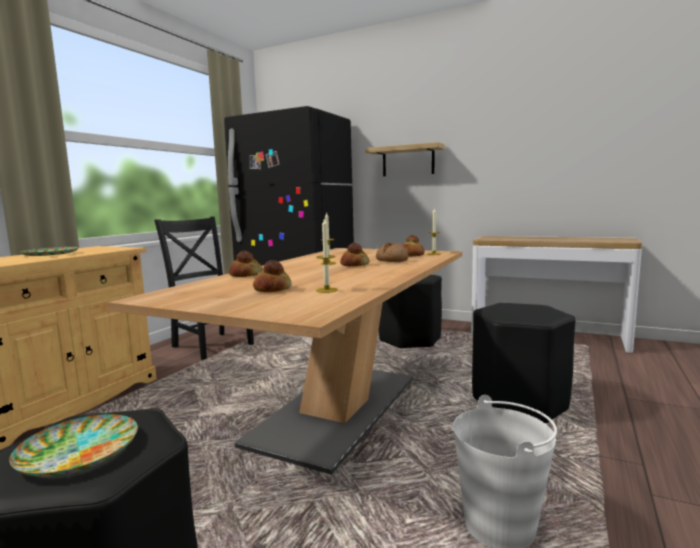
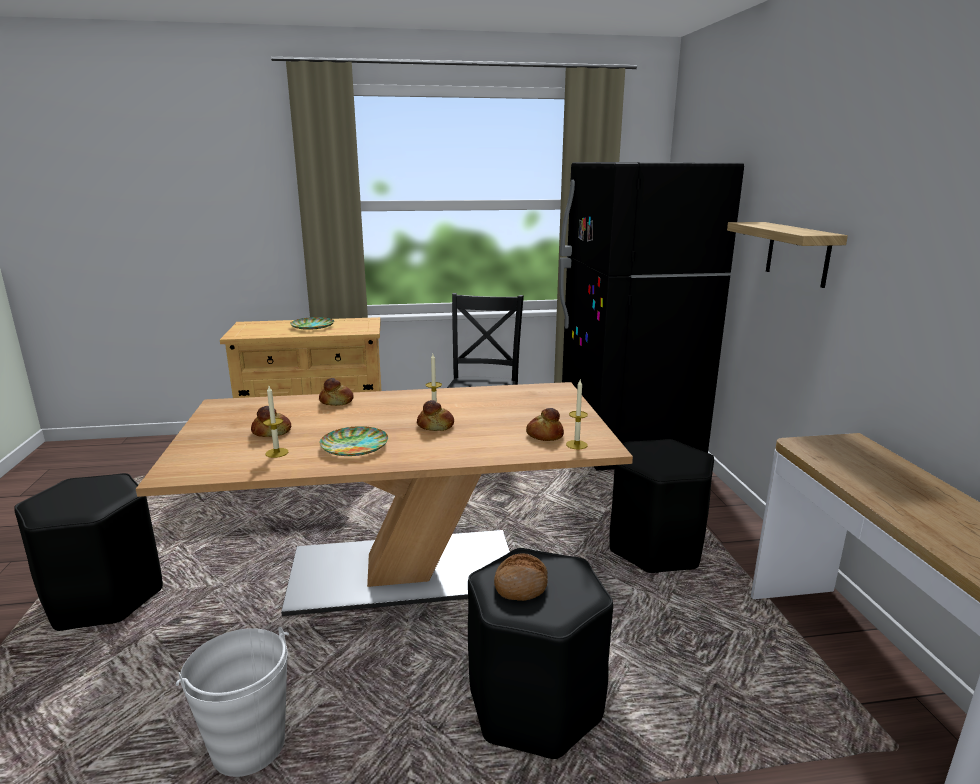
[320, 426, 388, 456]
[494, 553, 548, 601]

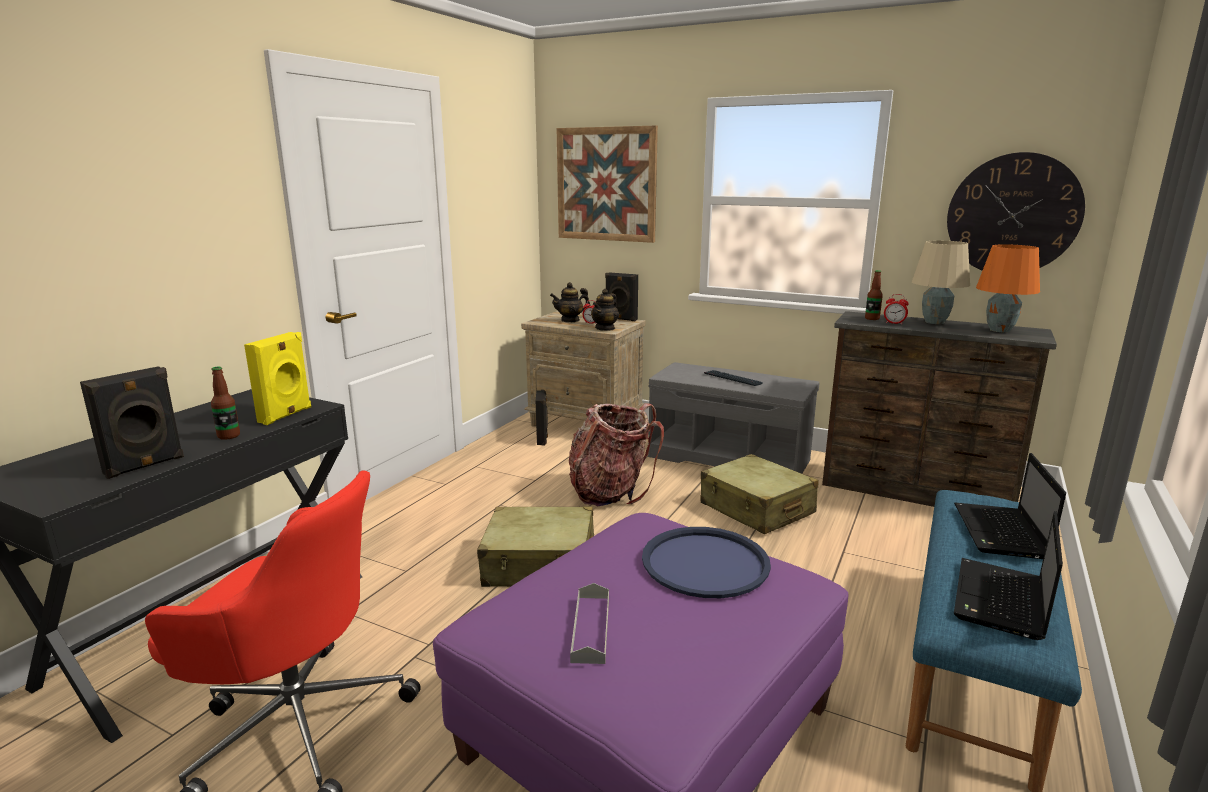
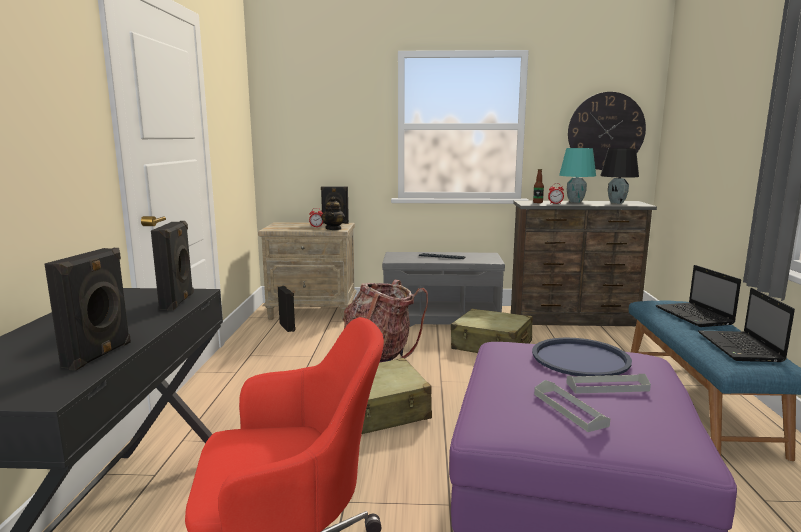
[151, 221, 194, 311]
[559, 148, 596, 203]
[566, 374, 651, 394]
[600, 148, 639, 204]
[211, 366, 240, 440] (first image)
[550, 282, 590, 322] (first image)
[557, 126, 658, 243] (first image)

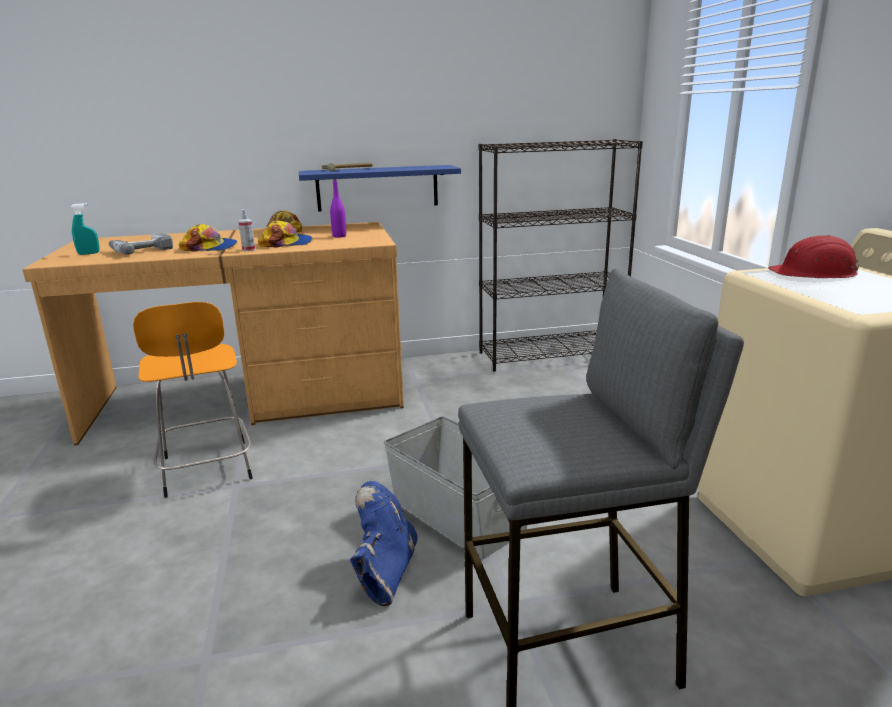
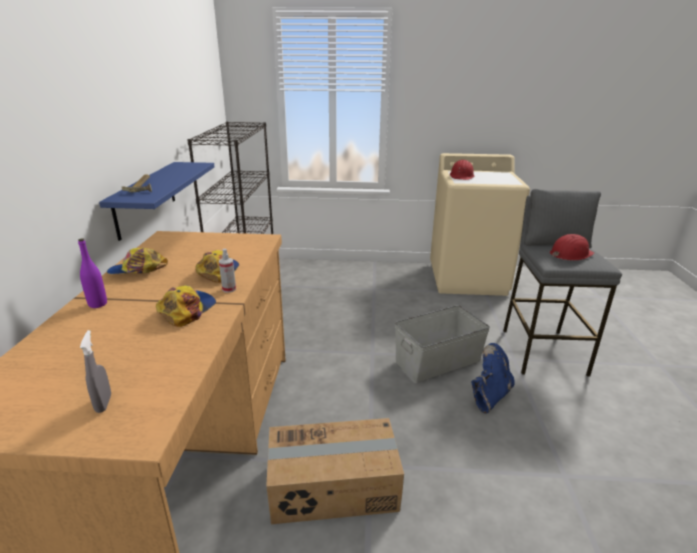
[78, 238, 107, 308]
[80, 330, 111, 413]
[266, 418, 404, 524]
[471, 343, 515, 414]
[550, 234, 595, 260]
[109, 233, 173, 255] (first image)

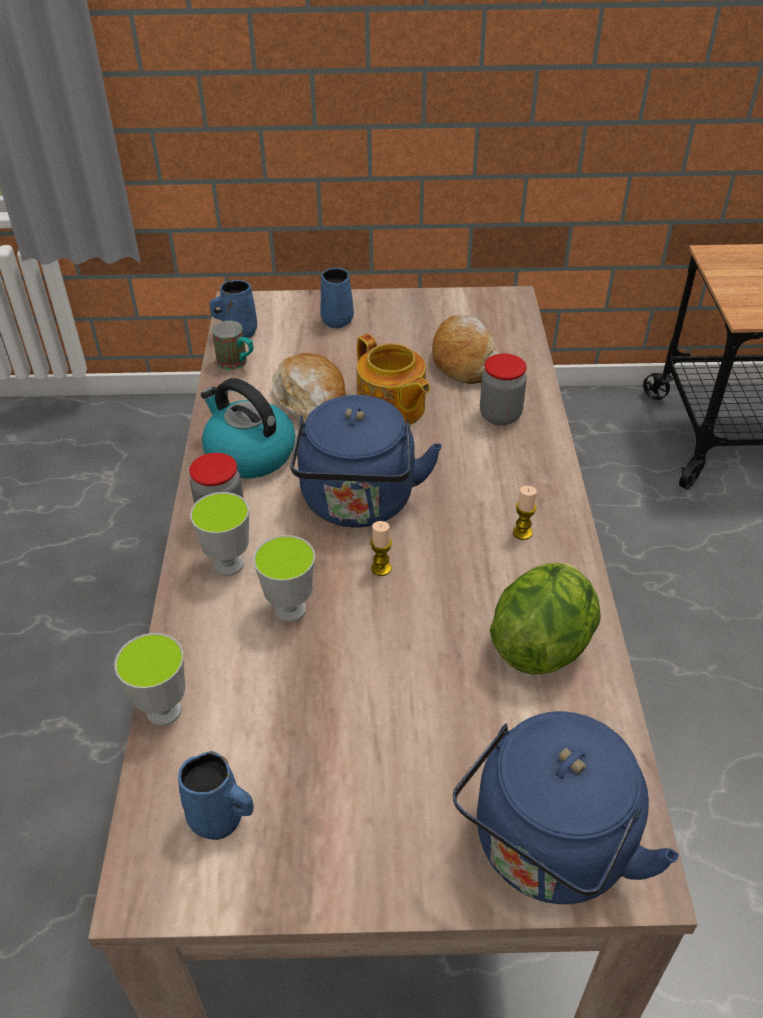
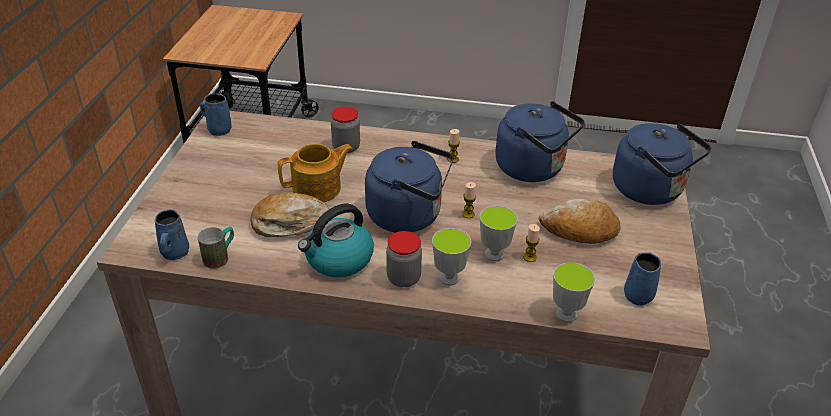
[200, 93, 232, 136]
[495, 101, 585, 182]
[523, 224, 540, 262]
[538, 199, 620, 244]

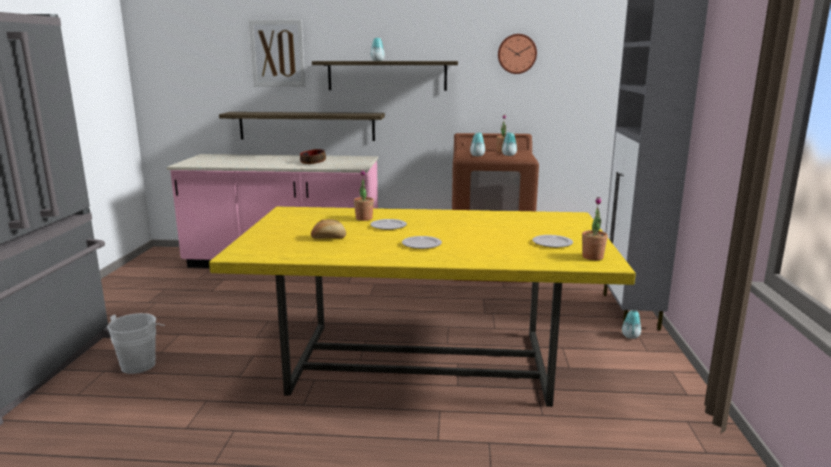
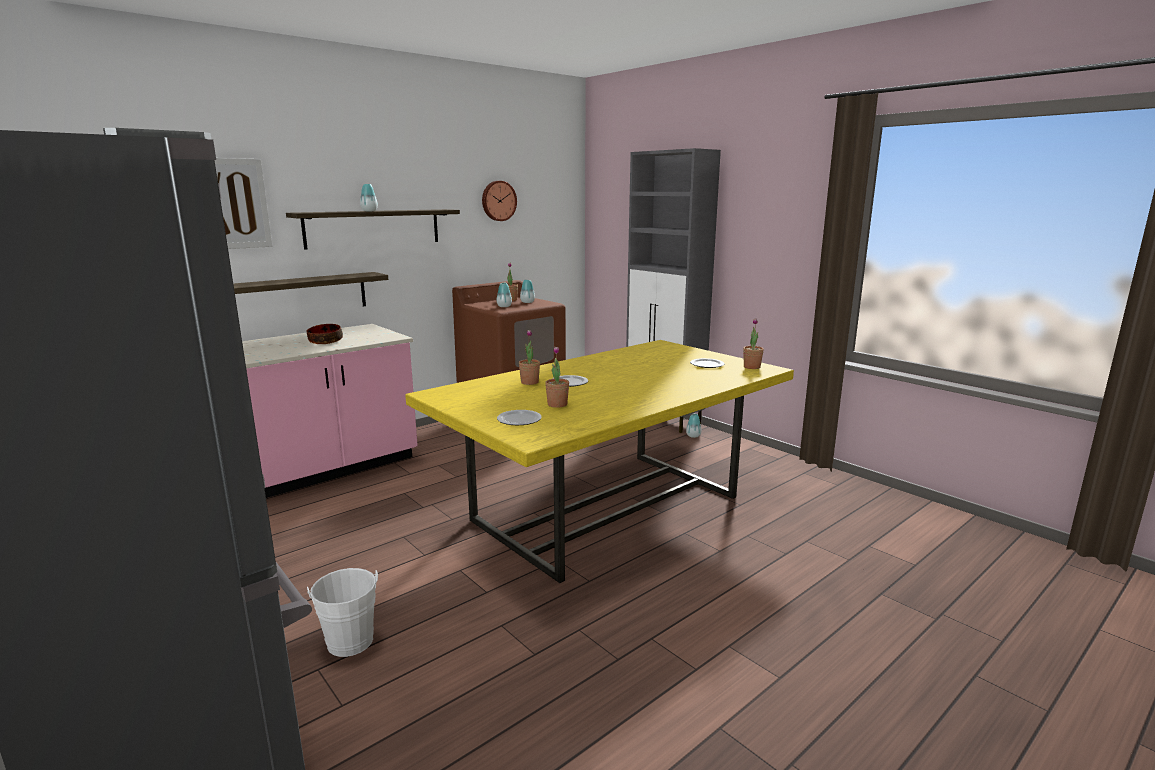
[497, 410, 542, 425]
[545, 346, 569, 408]

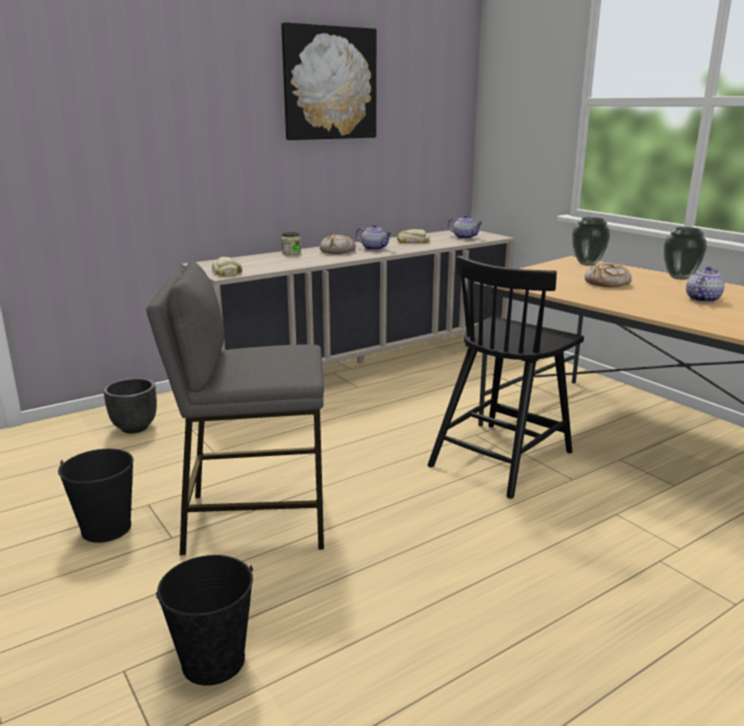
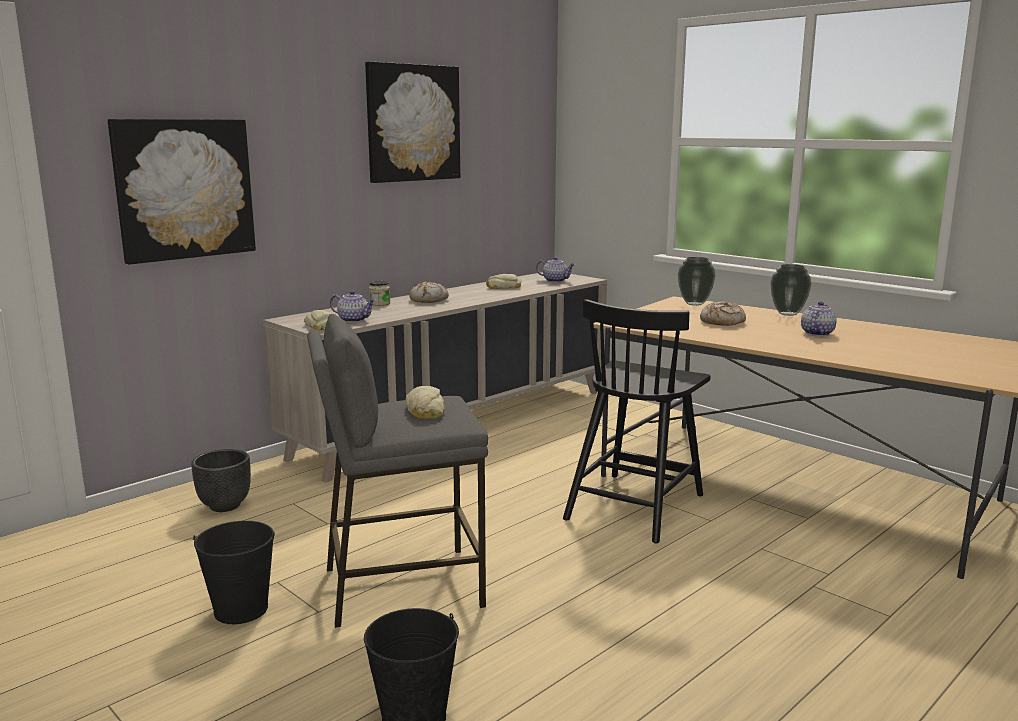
[108, 119, 256, 265]
[330, 290, 375, 323]
[405, 386, 445, 419]

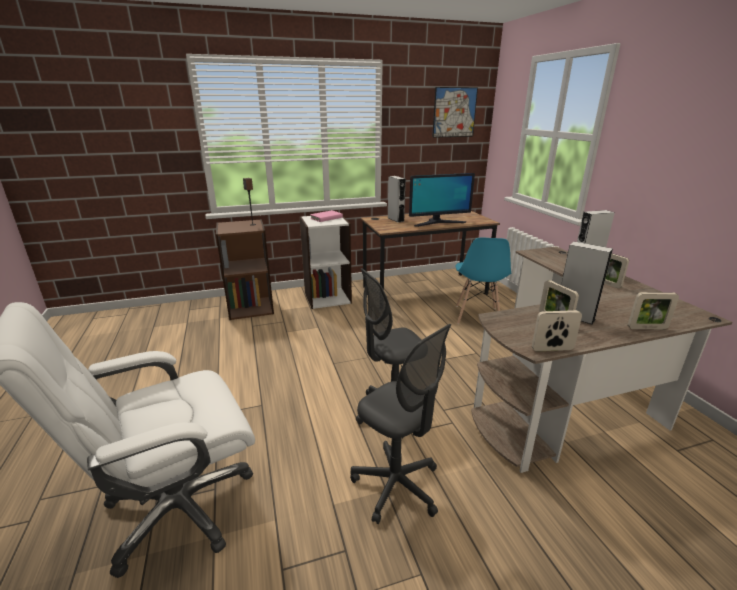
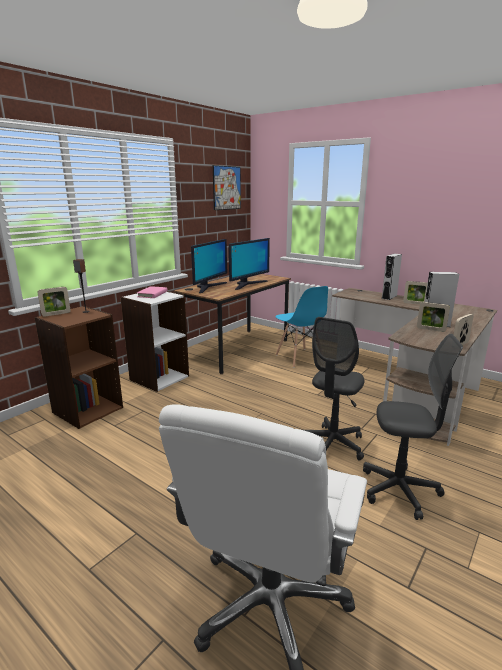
[37, 287, 71, 317]
[191, 239, 227, 293]

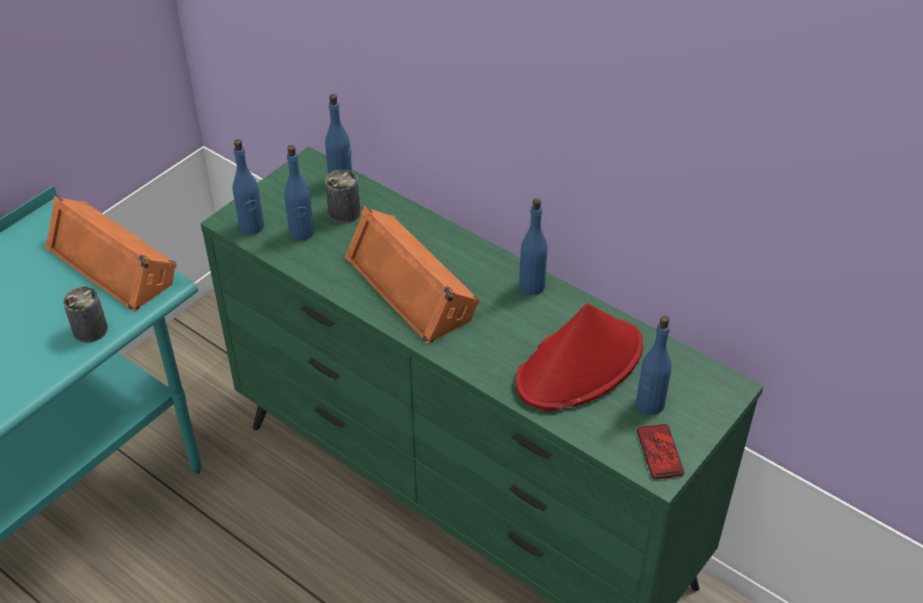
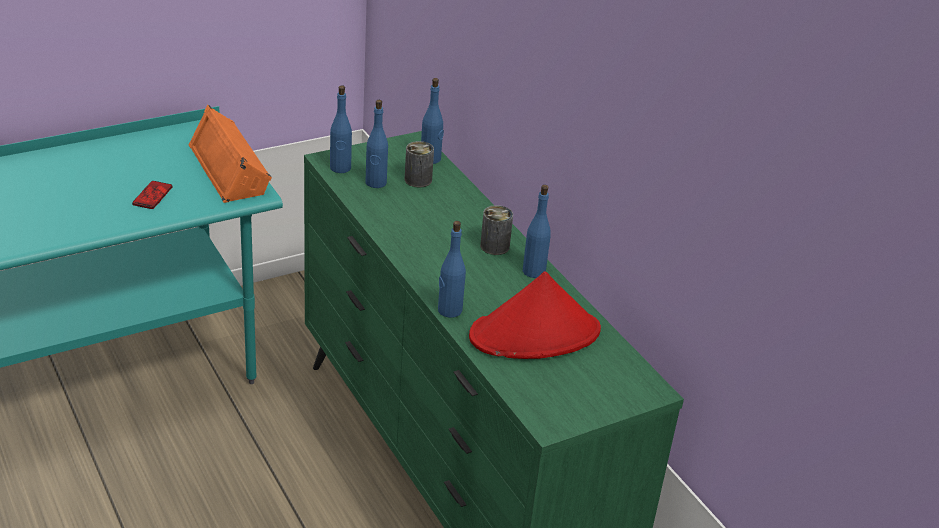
[132, 181, 172, 209]
[438, 221, 466, 318]
[480, 205, 513, 255]
[345, 206, 480, 345] (first image)

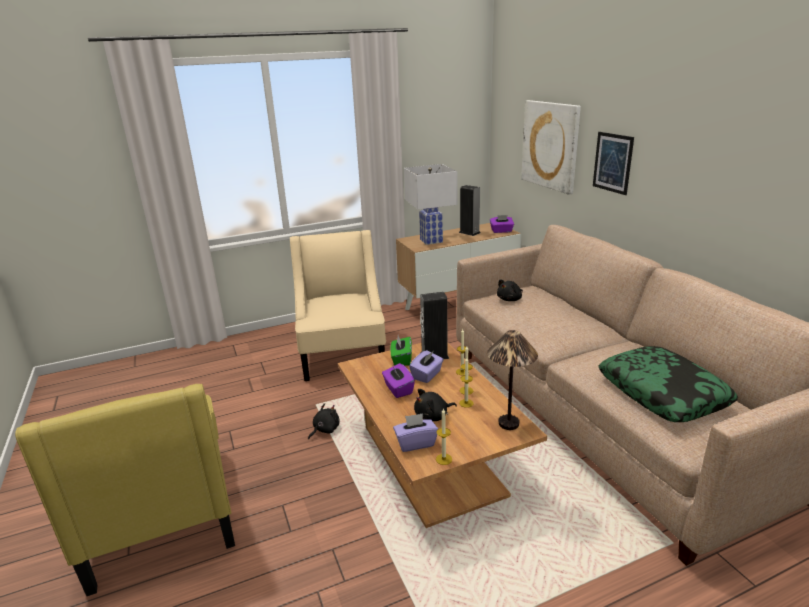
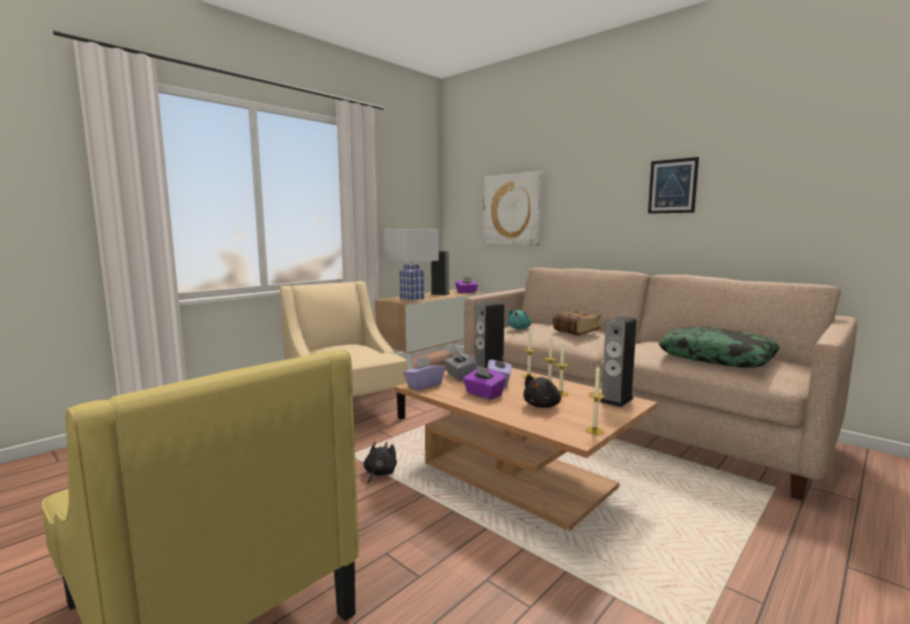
[404, 356, 445, 390]
[445, 350, 477, 381]
[507, 309, 532, 329]
[553, 310, 601, 336]
[600, 316, 637, 407]
[648, 157, 699, 214]

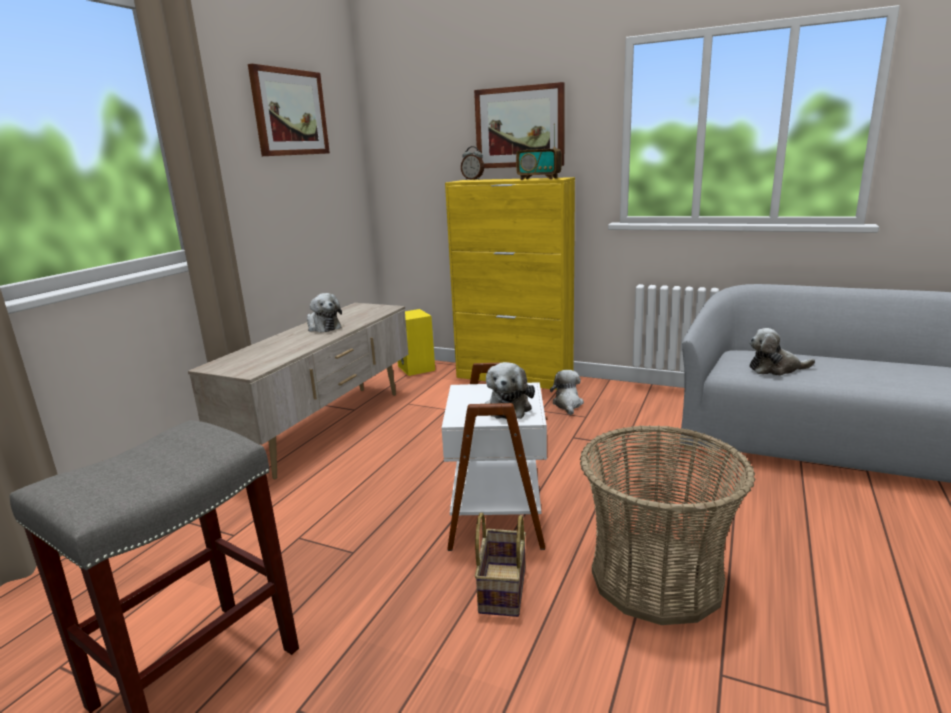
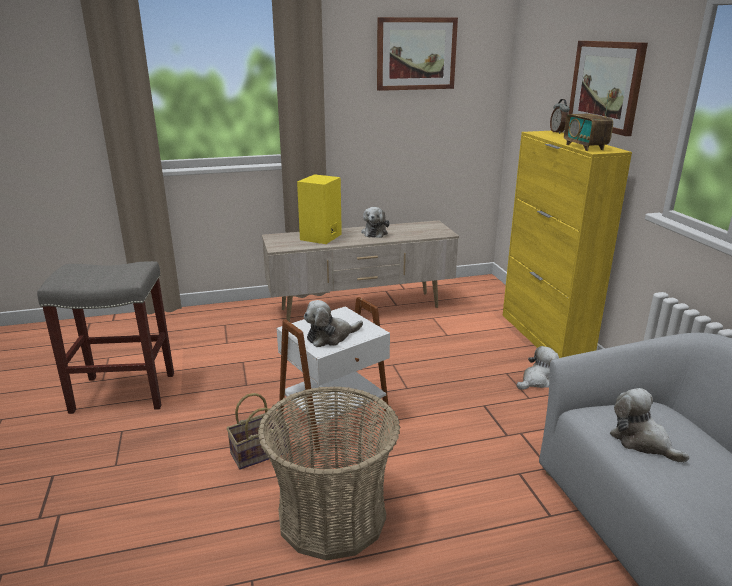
[297, 174, 342, 244]

